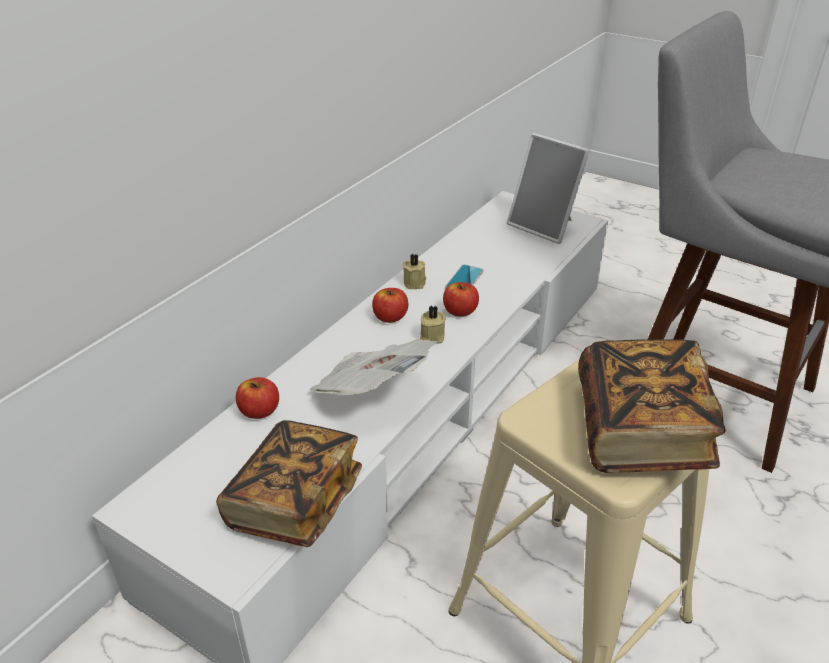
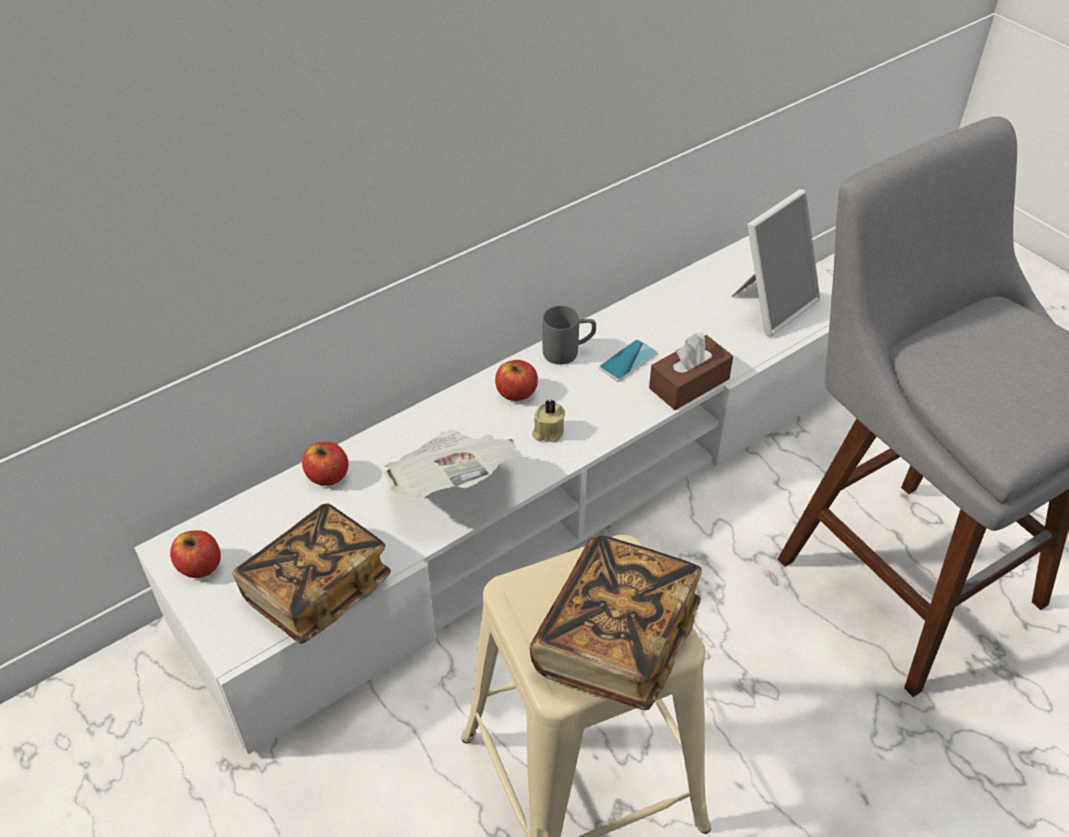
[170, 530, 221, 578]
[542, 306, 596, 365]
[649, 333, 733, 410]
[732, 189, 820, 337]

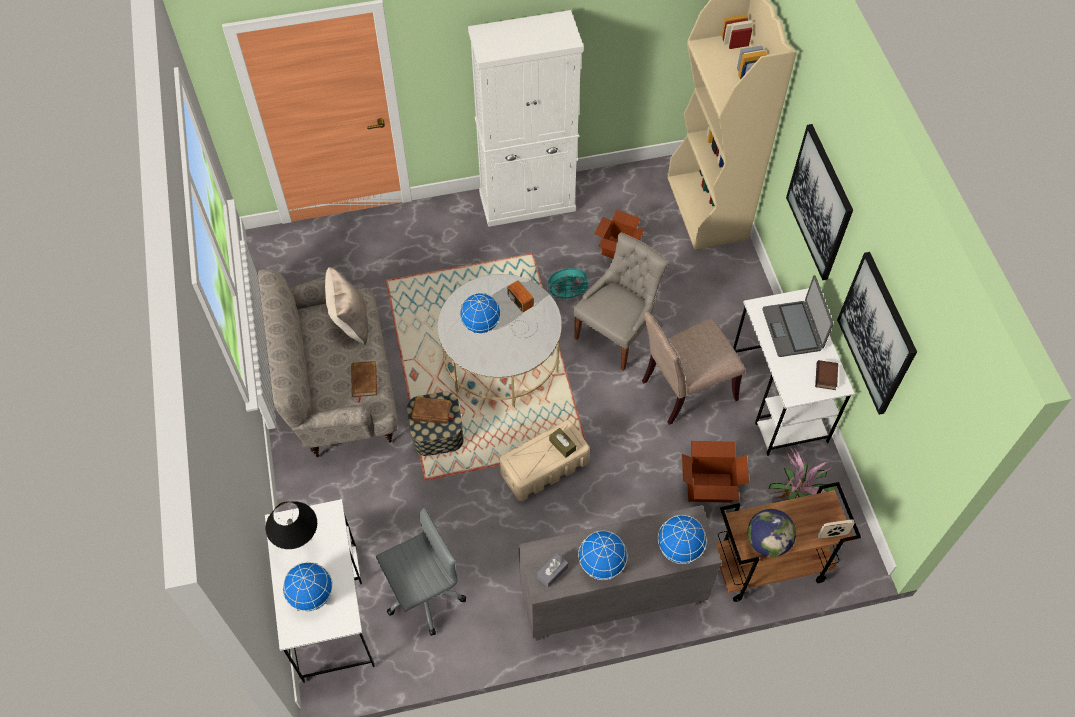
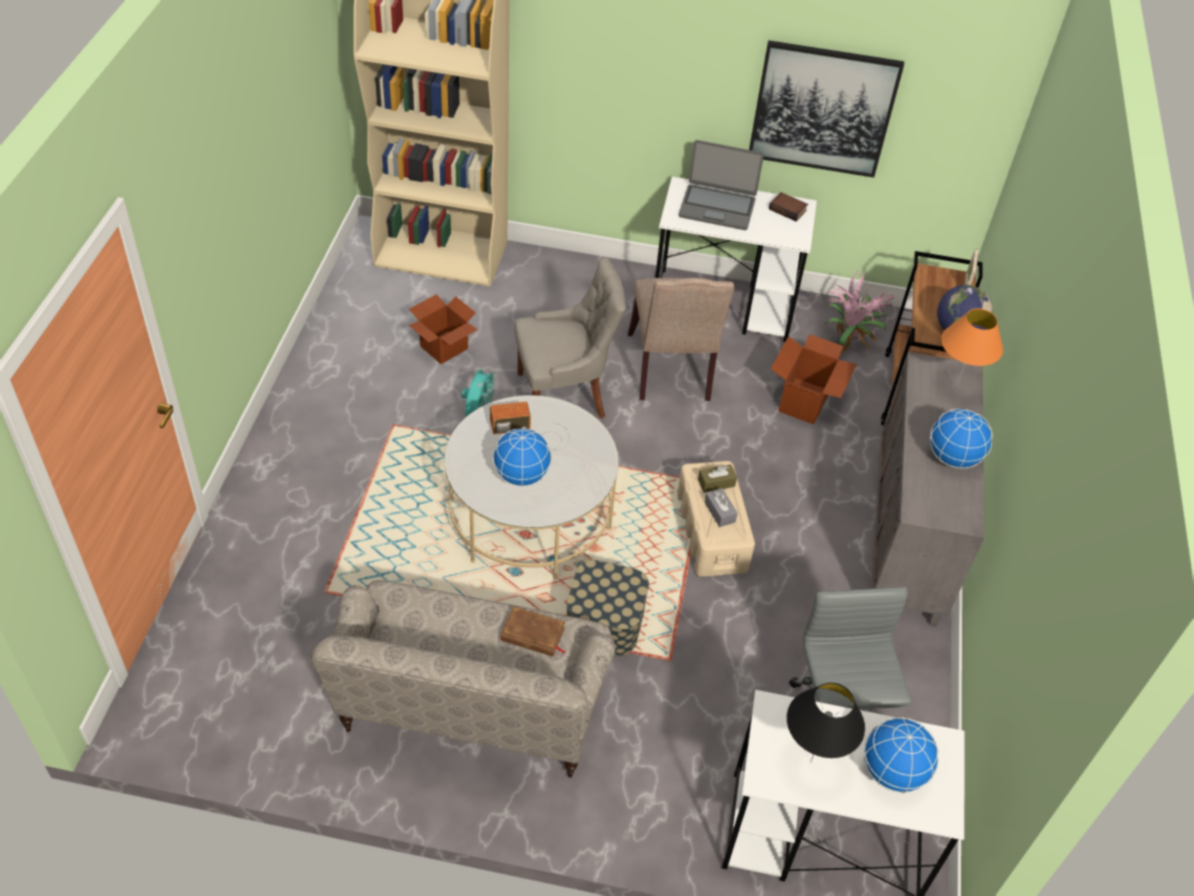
[514, 257, 626, 419]
[704, 488, 738, 527]
[941, 309, 1003, 389]
[325, 267, 368, 345] (first image)
[411, 397, 454, 424] (first image)
[468, 10, 584, 227] (first image)
[786, 124, 853, 280] (first image)

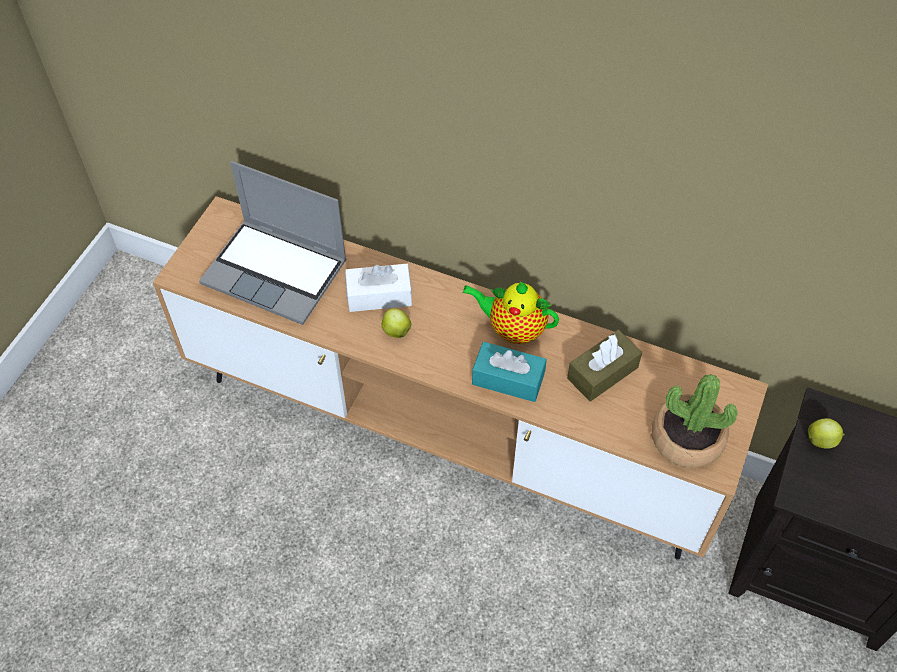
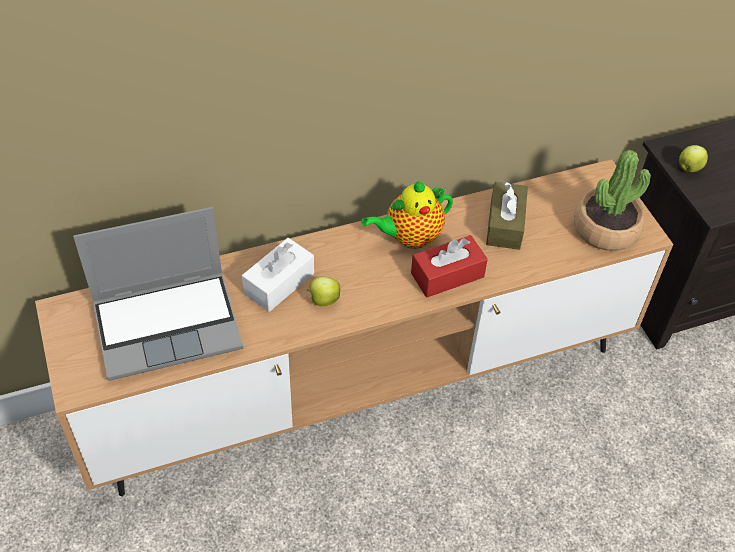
[411, 235, 488, 297]

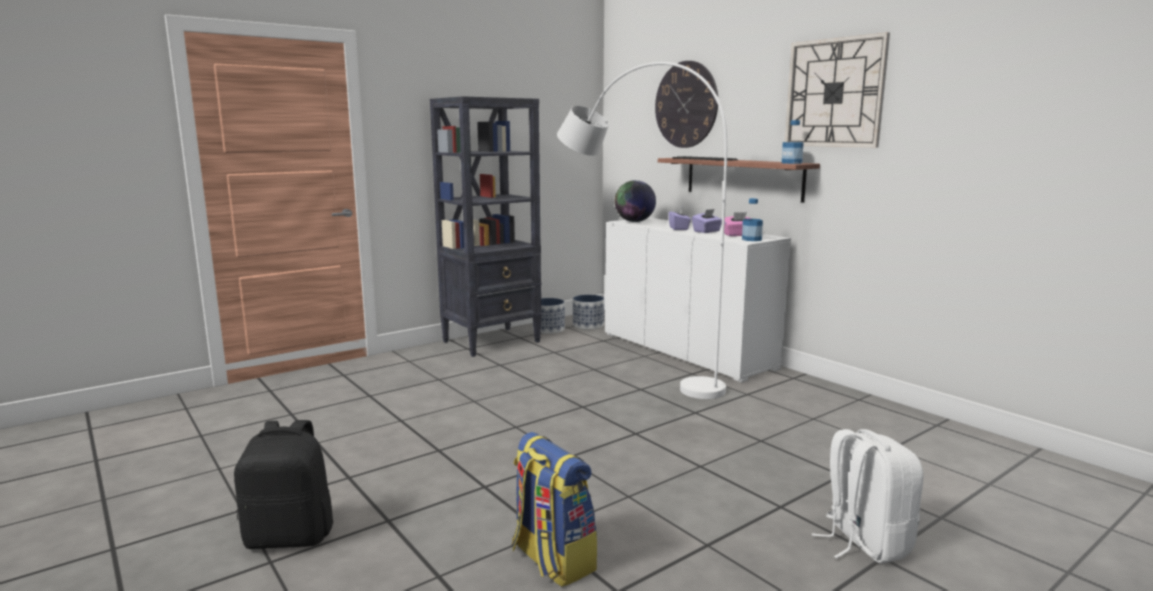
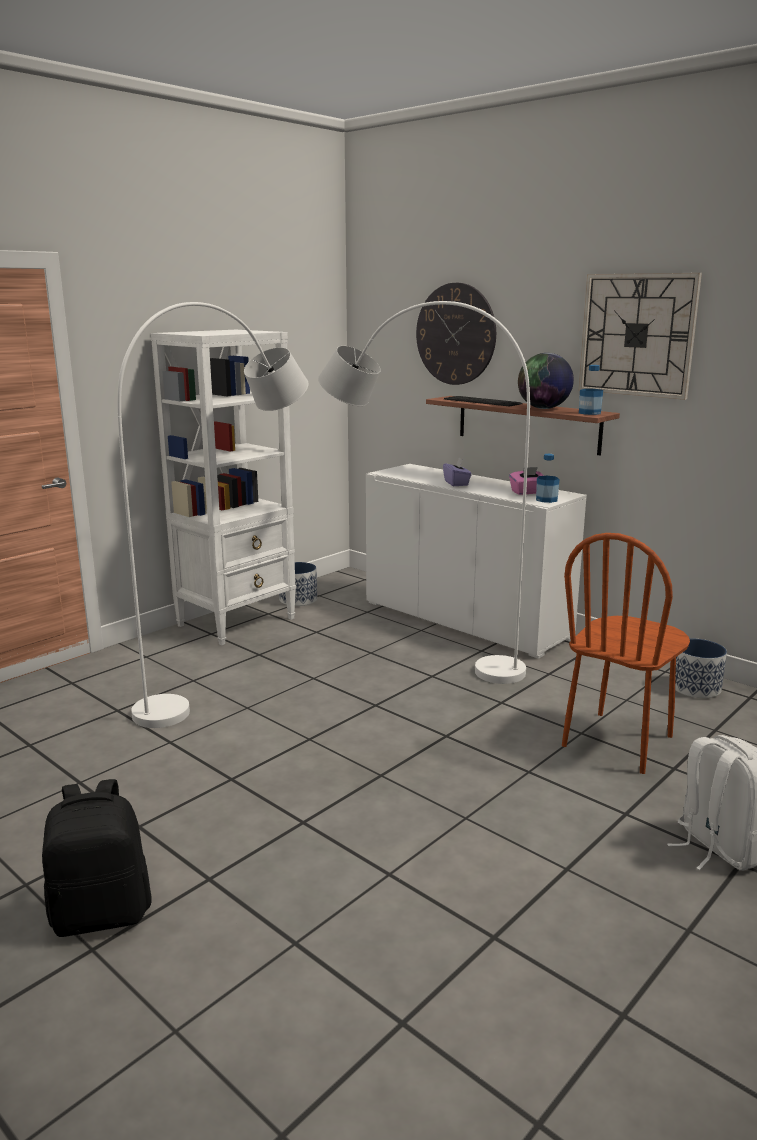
[117, 302, 309, 728]
[151, 330, 296, 645]
[518, 353, 574, 409]
[562, 533, 690, 774]
[675, 638, 727, 698]
[512, 432, 597, 587] (first image)
[692, 209, 722, 233] (first image)

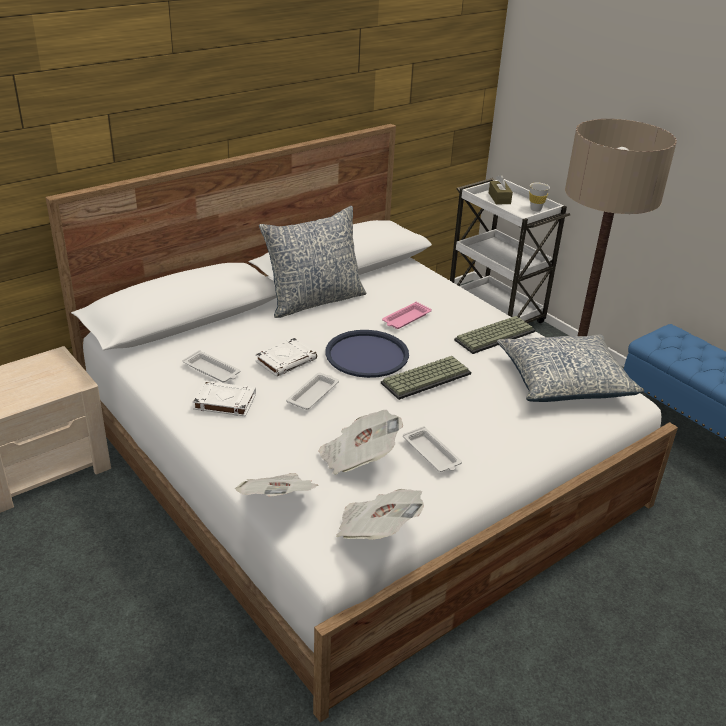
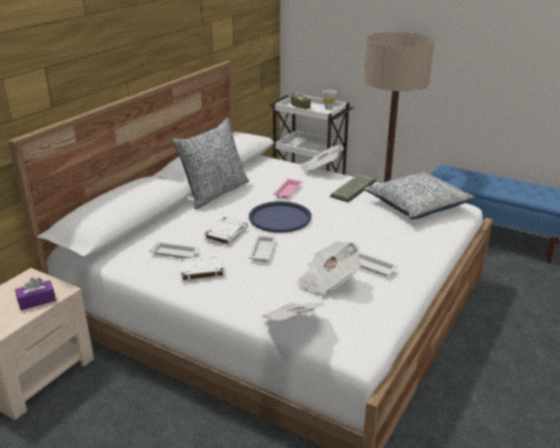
[15, 277, 56, 310]
[300, 145, 343, 173]
[381, 356, 471, 400] (first image)

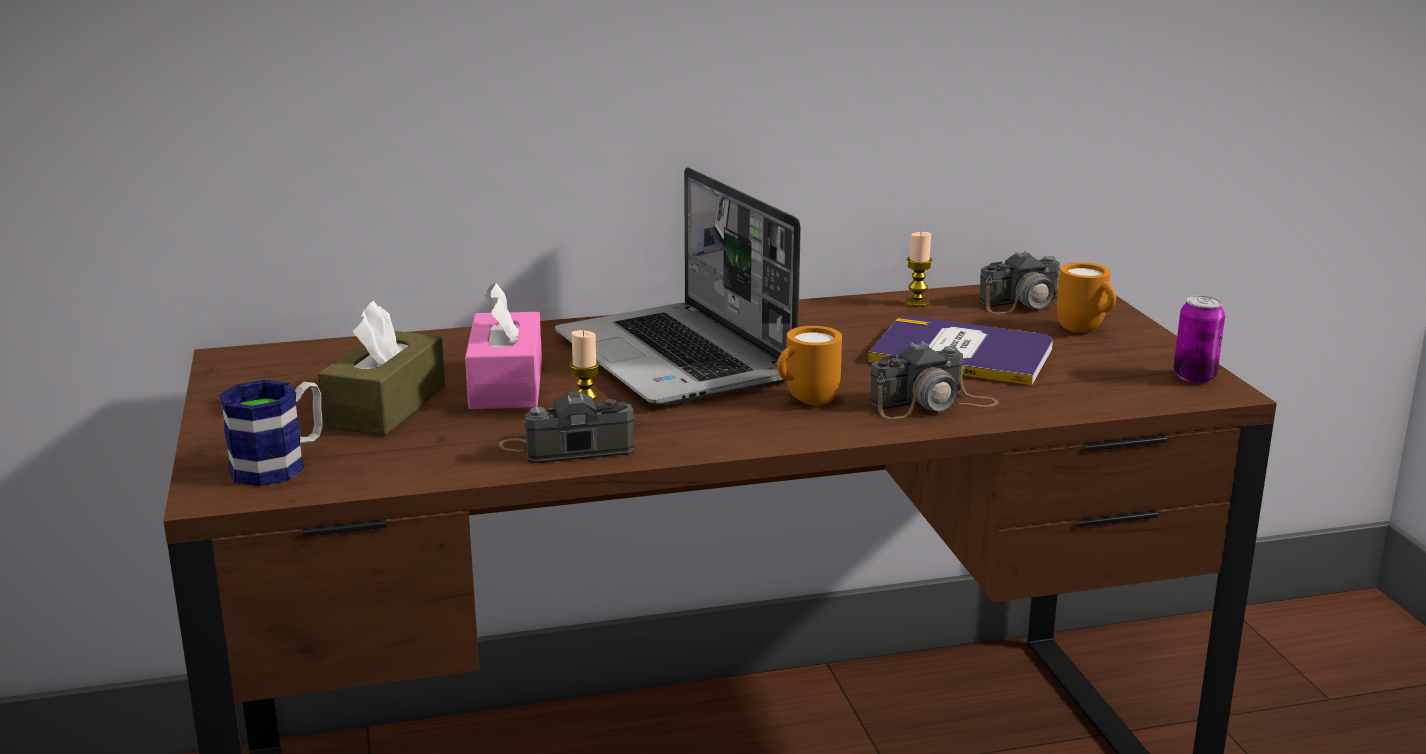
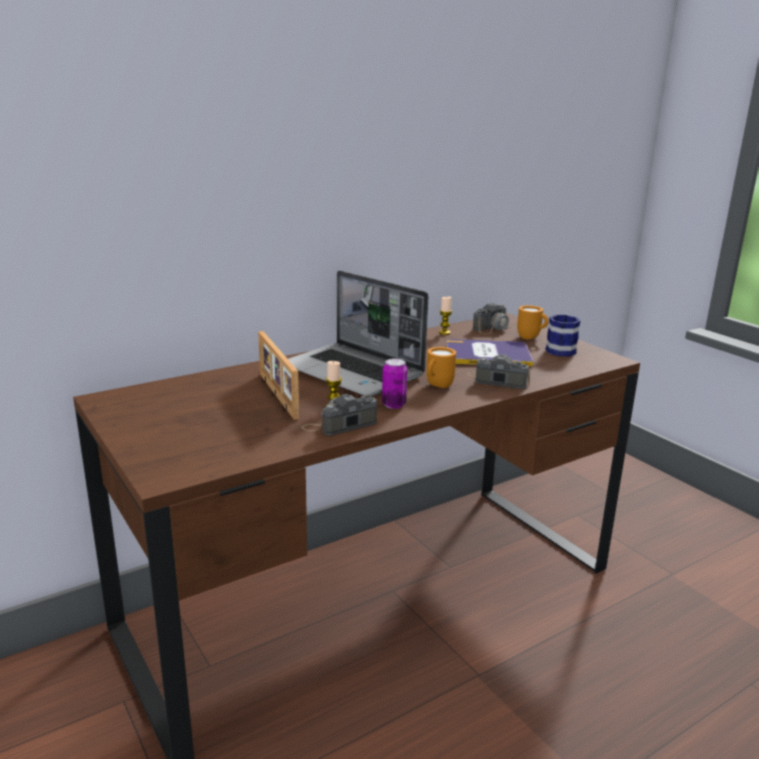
[258, 331, 299, 420]
[382, 358, 408, 409]
[467, 354, 530, 389]
[546, 315, 581, 356]
[318, 301, 445, 435] (first image)

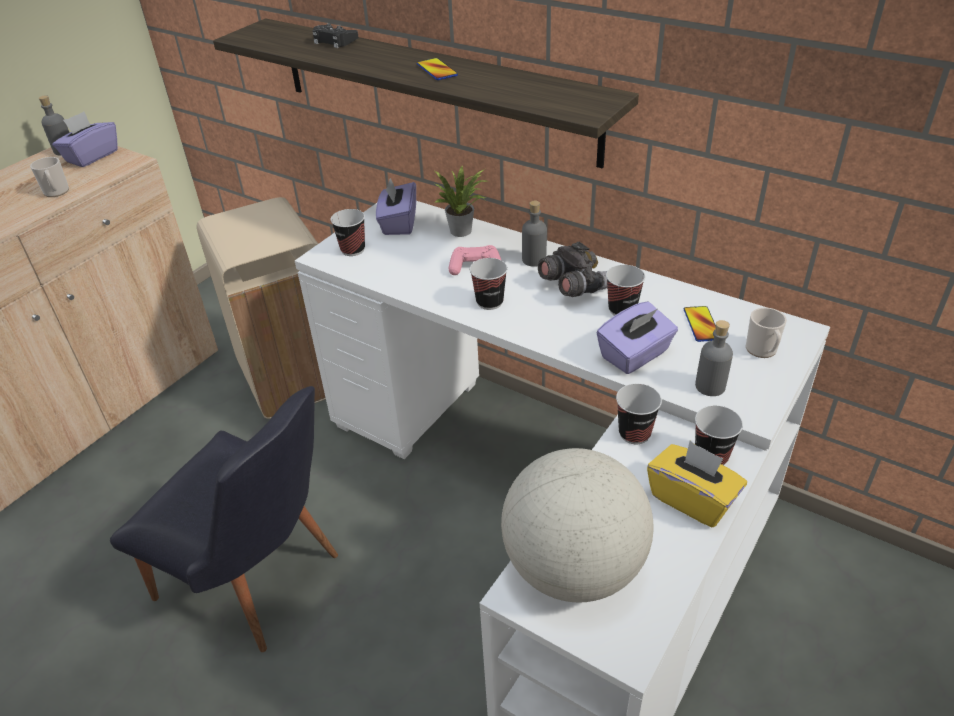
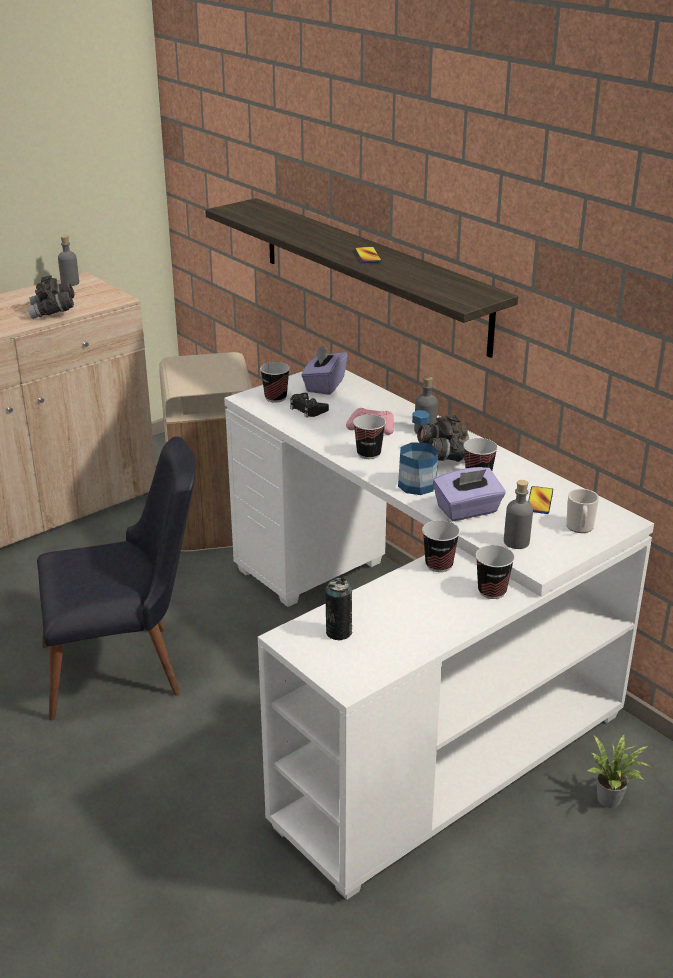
[28, 275, 75, 319]
[37, 436, 195, 720]
[290, 393, 329, 418]
[326, 578, 352, 640]
[398, 410, 438, 495]
[588, 735, 650, 808]
[52, 111, 118, 167] (first image)
[647, 441, 747, 527] (first image)

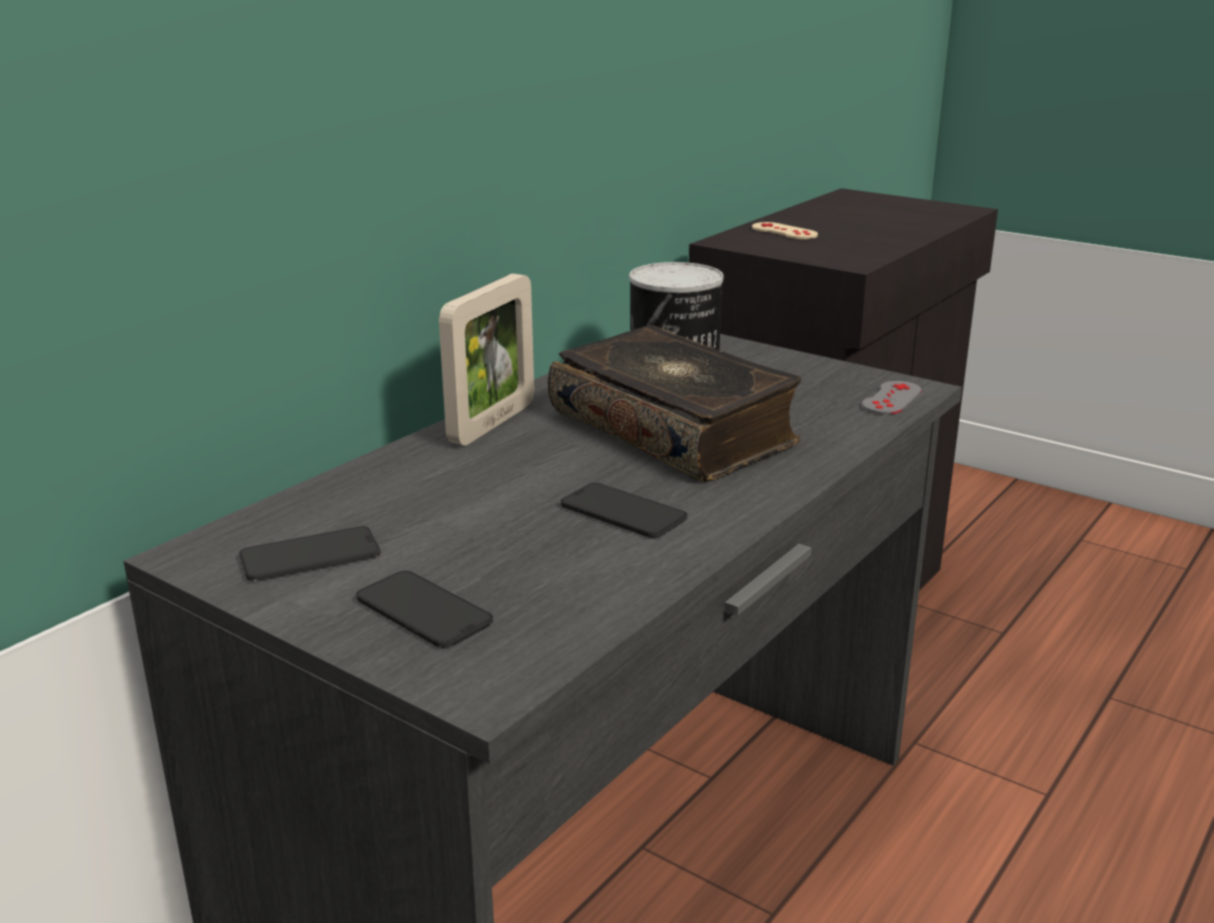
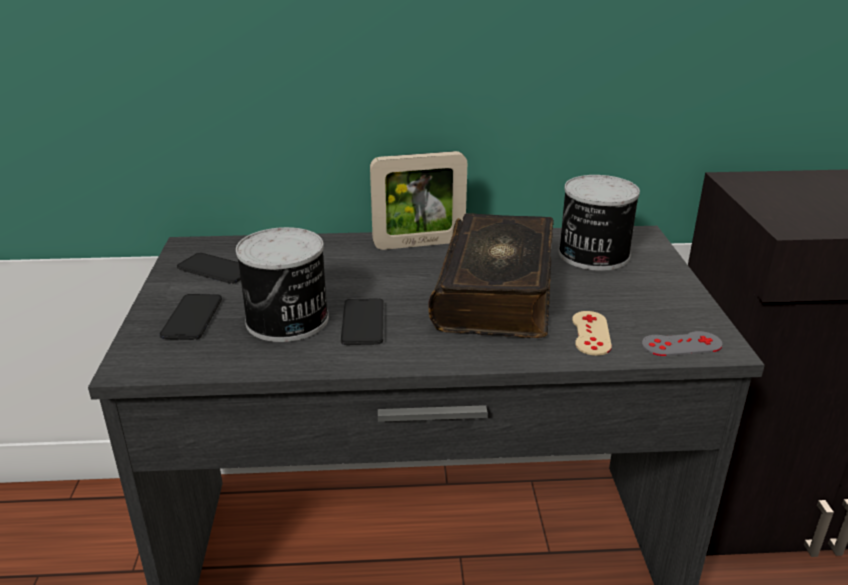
[236, 227, 329, 342]
[572, 311, 612, 356]

